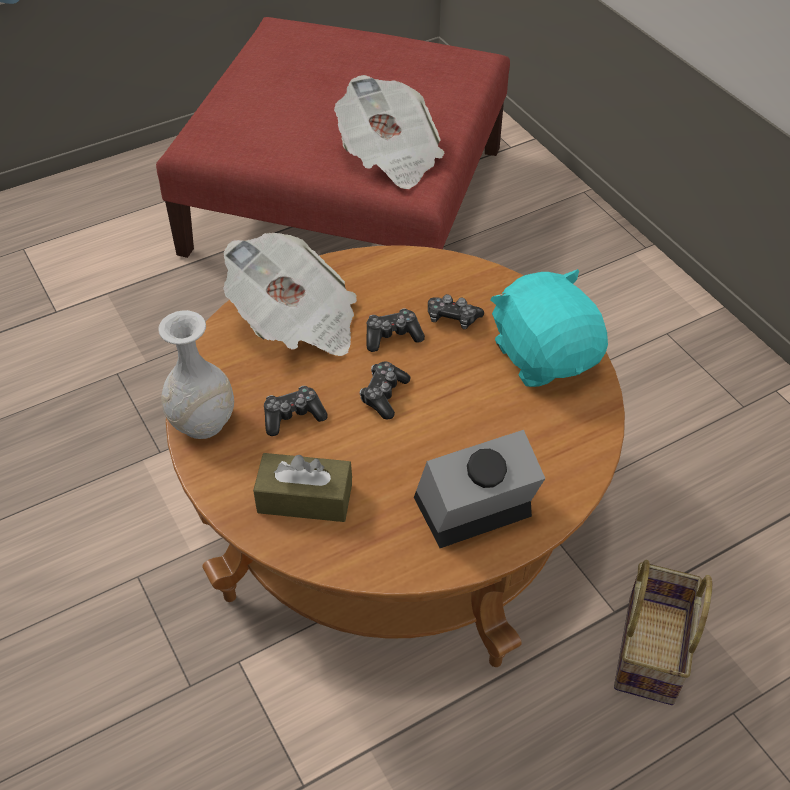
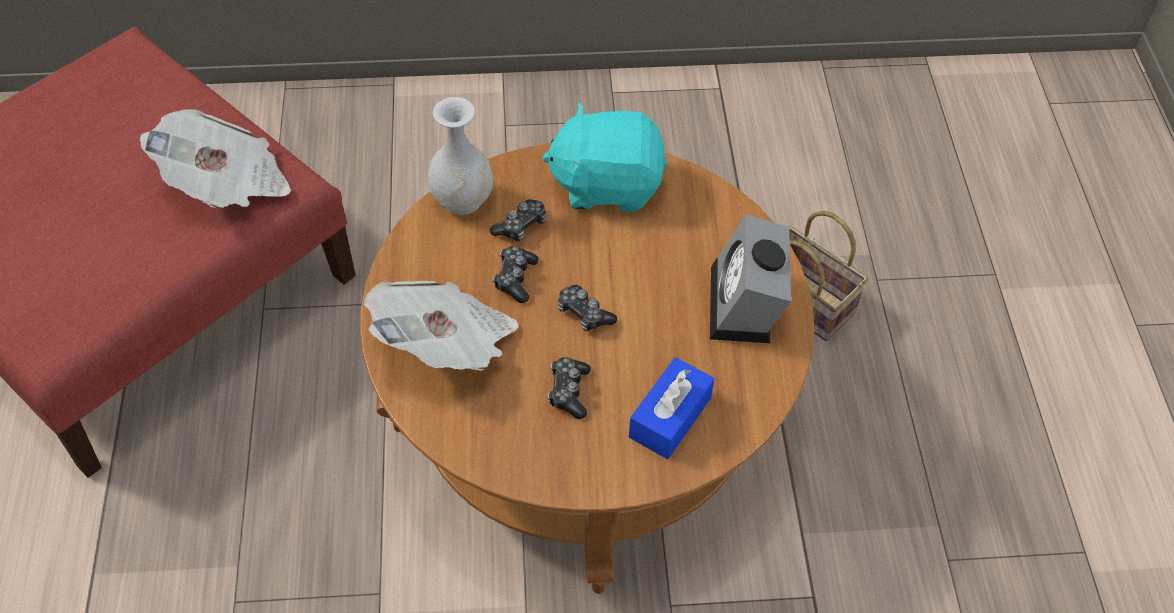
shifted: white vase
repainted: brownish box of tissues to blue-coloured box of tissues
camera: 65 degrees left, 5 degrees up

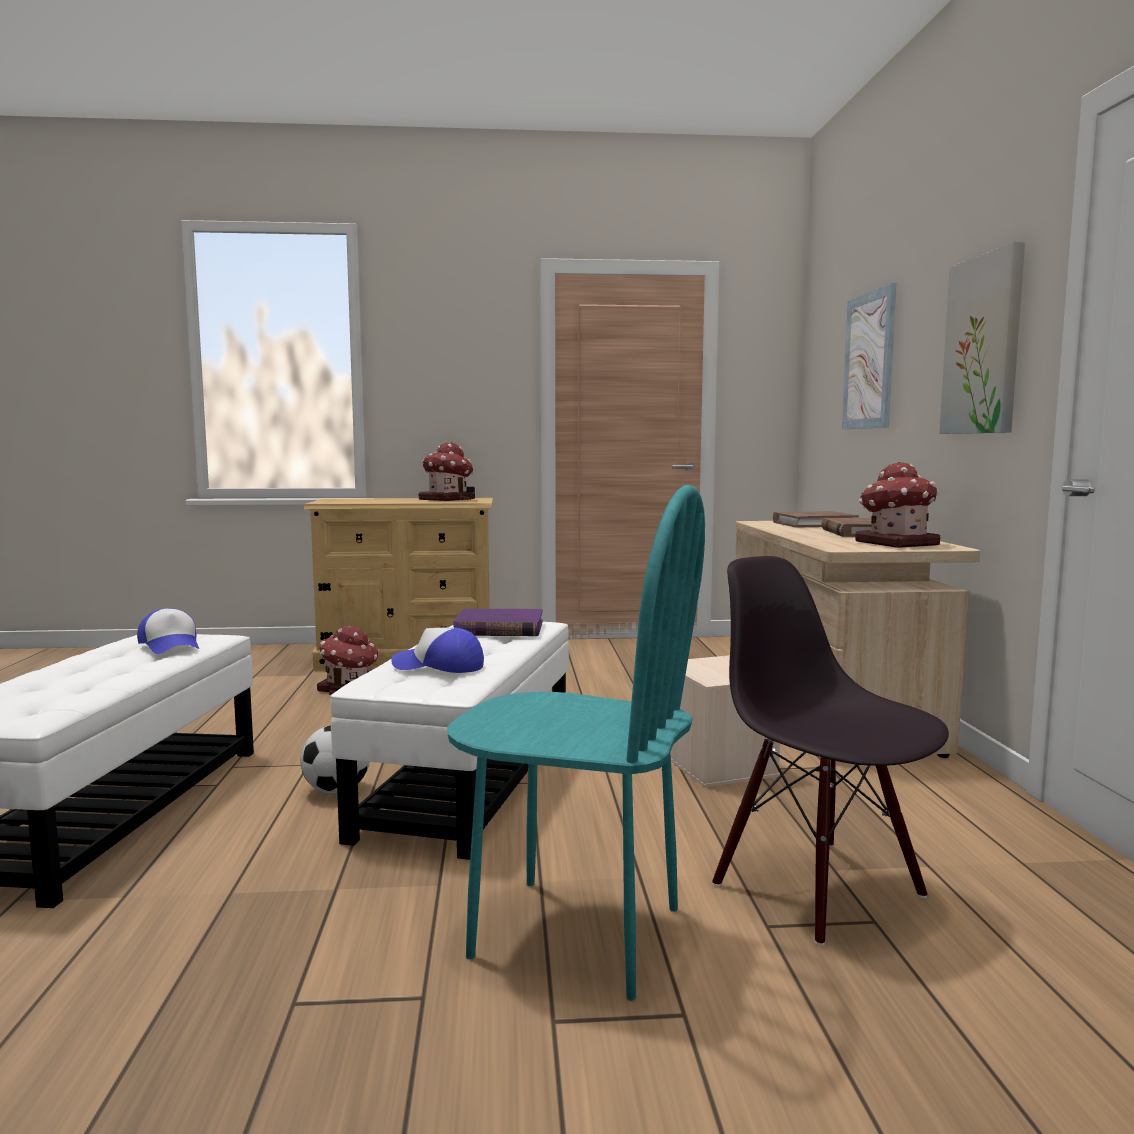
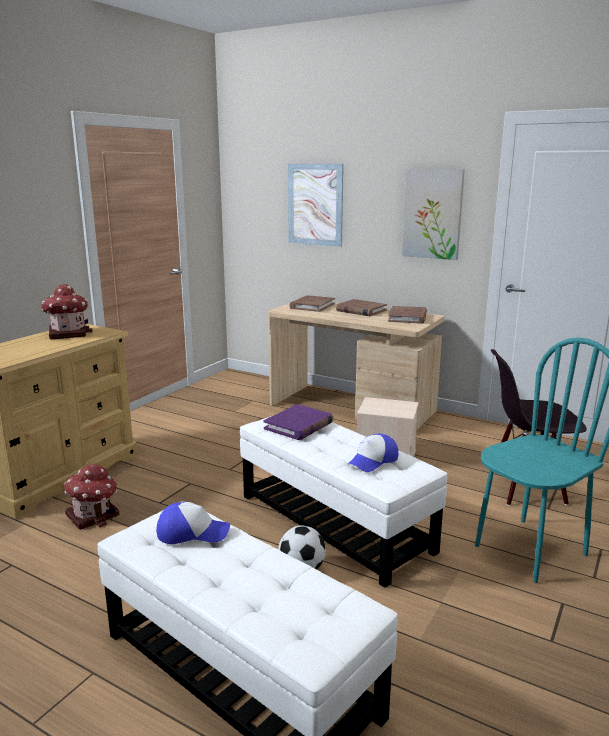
swapped: toy house (no. 3 from left) to brownish bound book (no. 3 from left)
camera: 55 degrees left, 10 degrees up

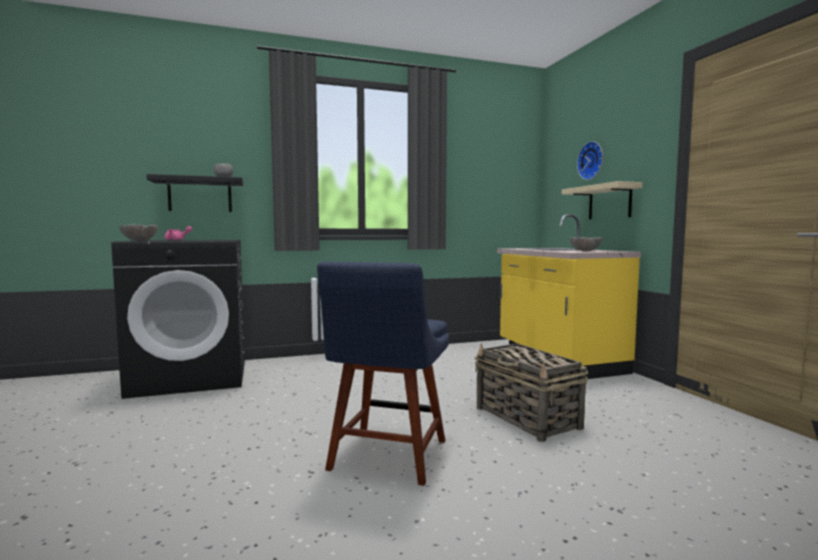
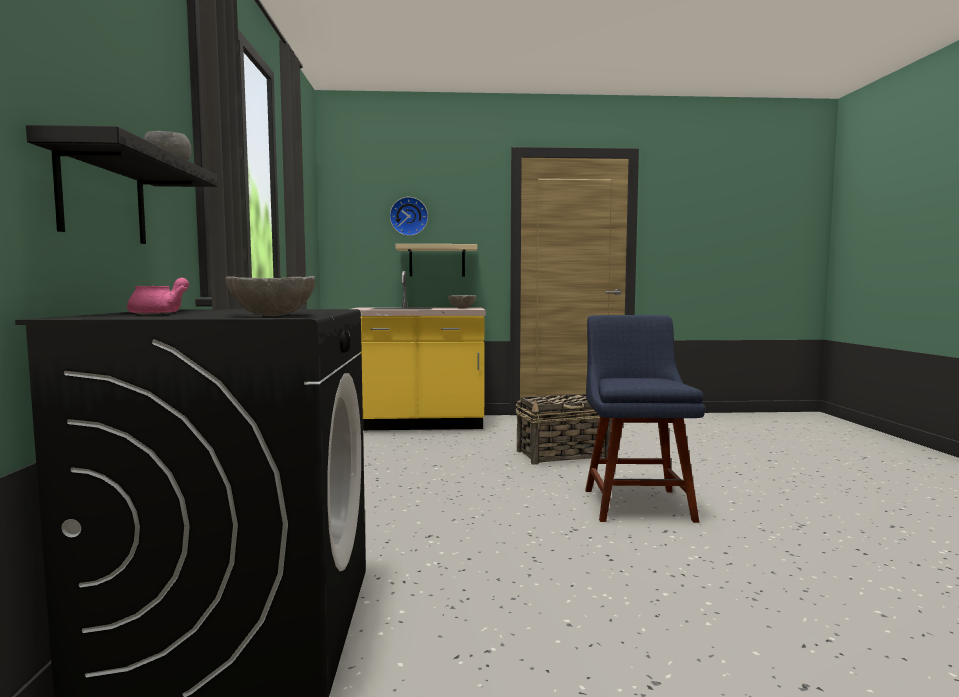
rotated: blue-coloured chair 120 degrees counterclockwise
camera: 75 degrees left, 0 degrees up

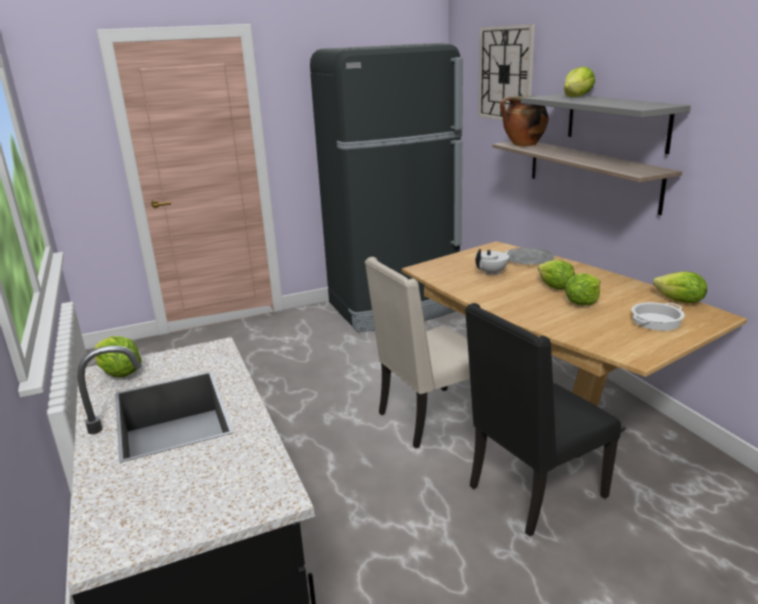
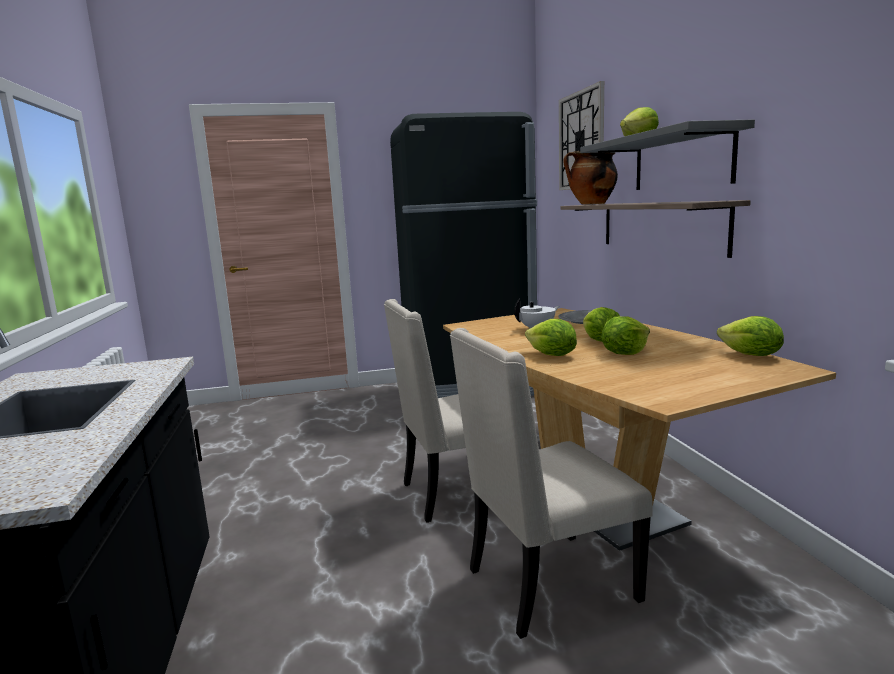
gone: saucepot (no. 2 from left)
shifted: head of lettuce (no. 1 from left)
repainted: blackish chair to beige chair (no. 2 from left)
camera: 10 degrees right, 10 degrees down

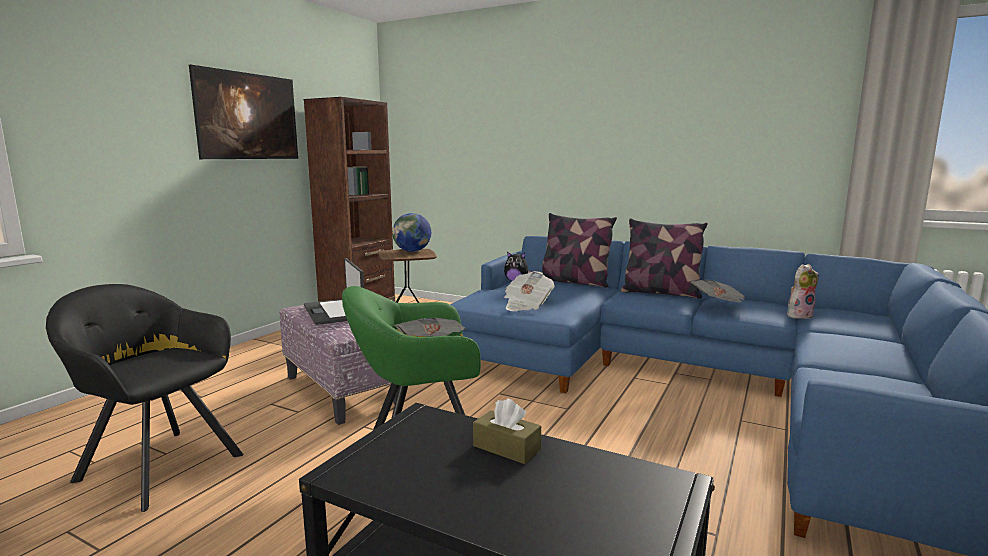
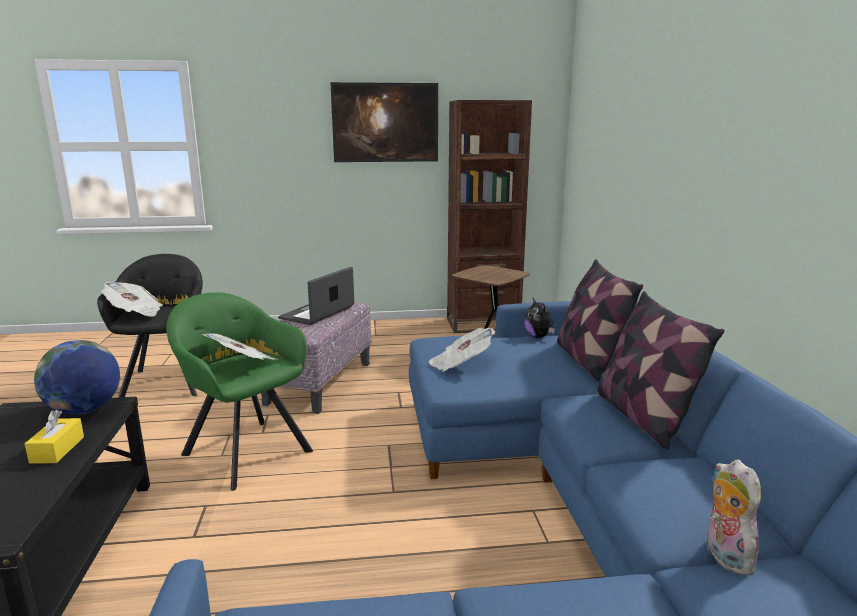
shifted: world globe; daily paper (no. 3 from left in the first image) to daily paper (no. 1 from left)
repainted: brownish box of tissues to yellow-coloured box of tissues
rotated: cuddly toy (no. 2 from left) 135 degrees counterclockwise
camera: 55 degrees right, 5 degrees up

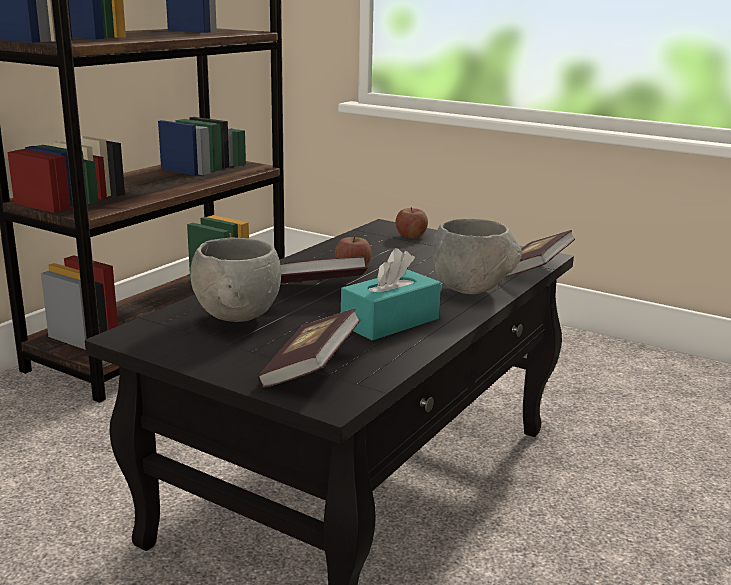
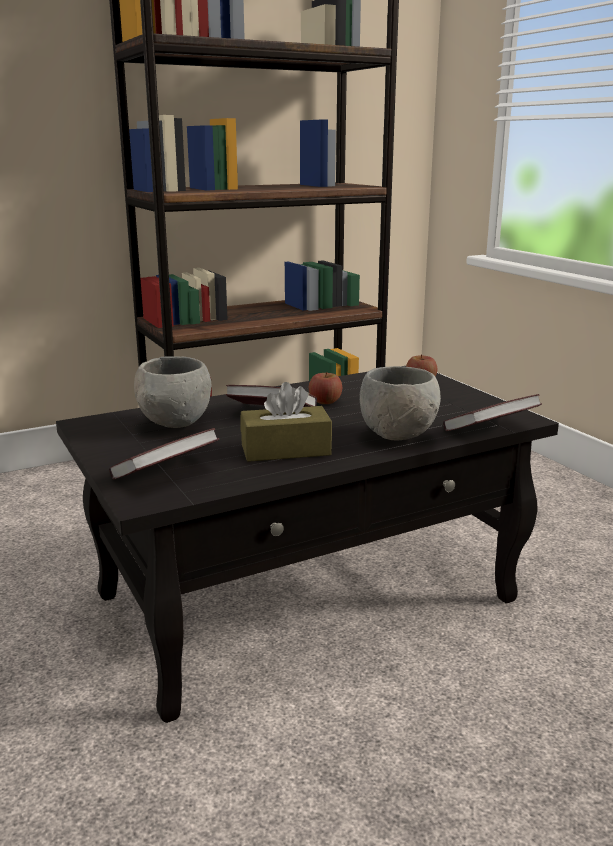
repainted: blue-green box of tissues to brownish box of tissues
camera: 30 degrees right, 0 degrees up

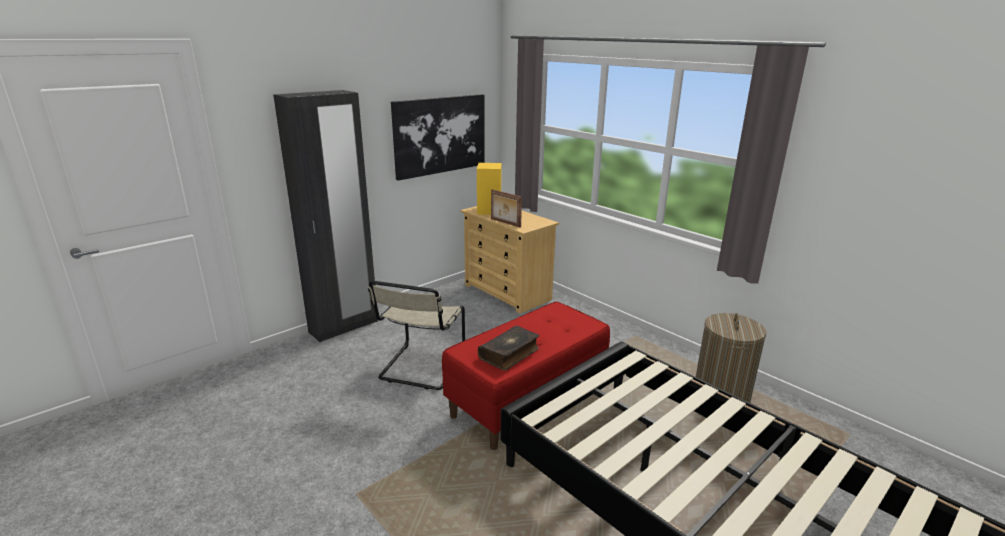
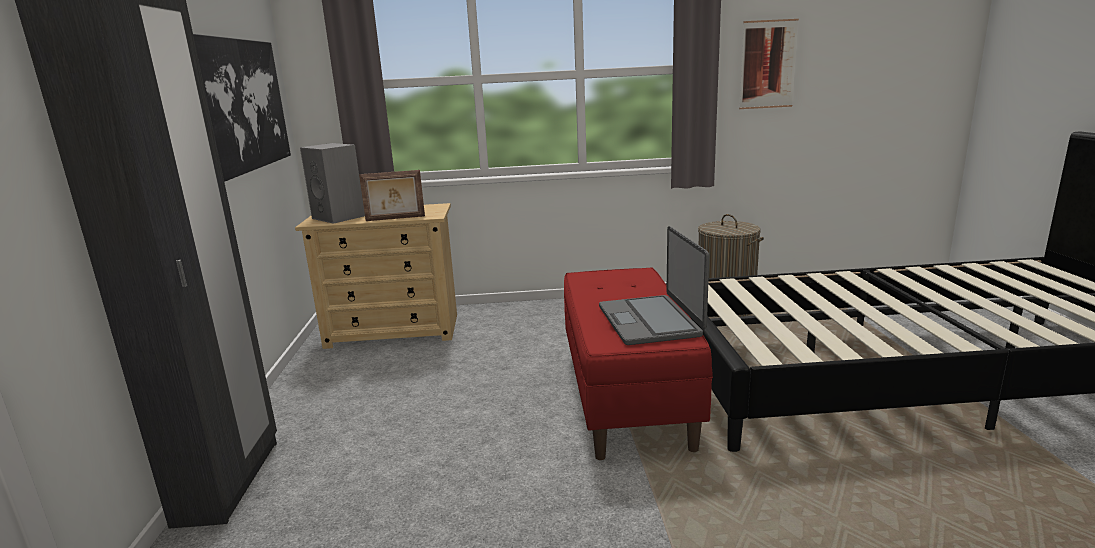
gone: beige chair
new: picture (no. 2 from left)
swapped: bound book to laptop
repainted: yellow-coloured audio speaker to greyish audio speaker
camera: 50 degrees left, 5 degrees down

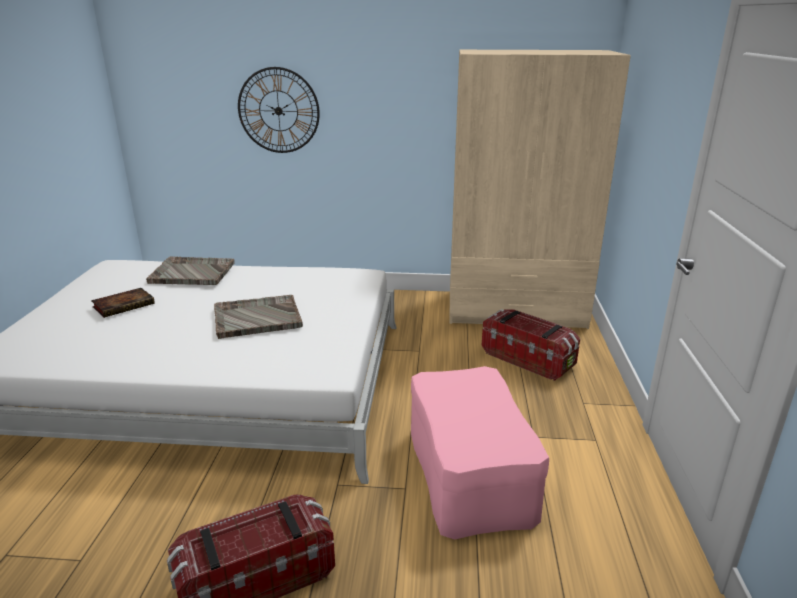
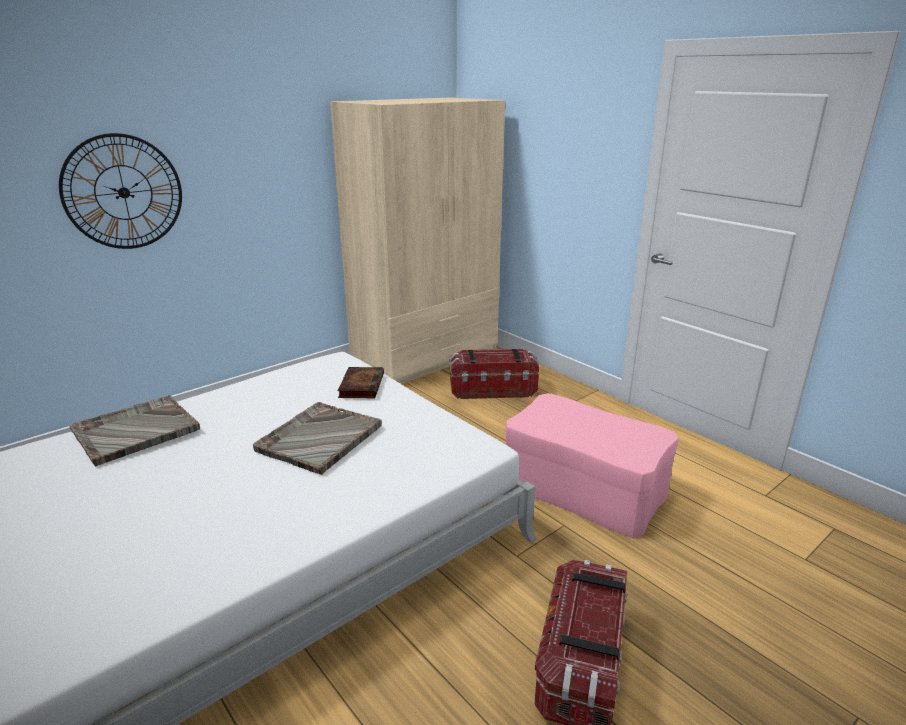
shifted: bound book
camera: 45 degrees left, 0 degrees up

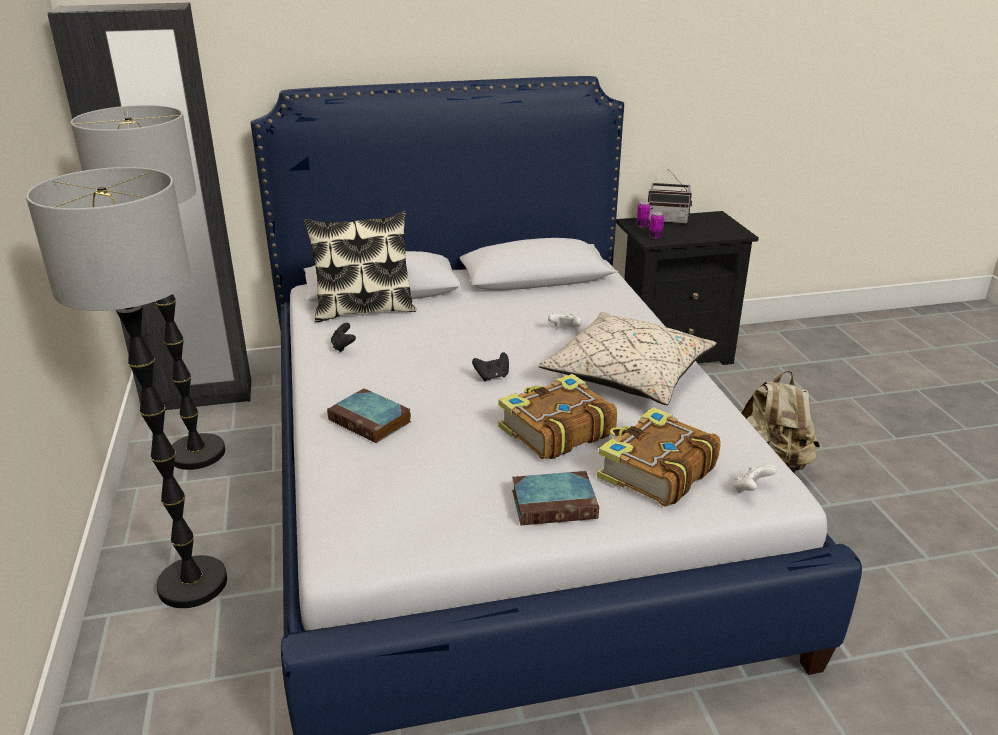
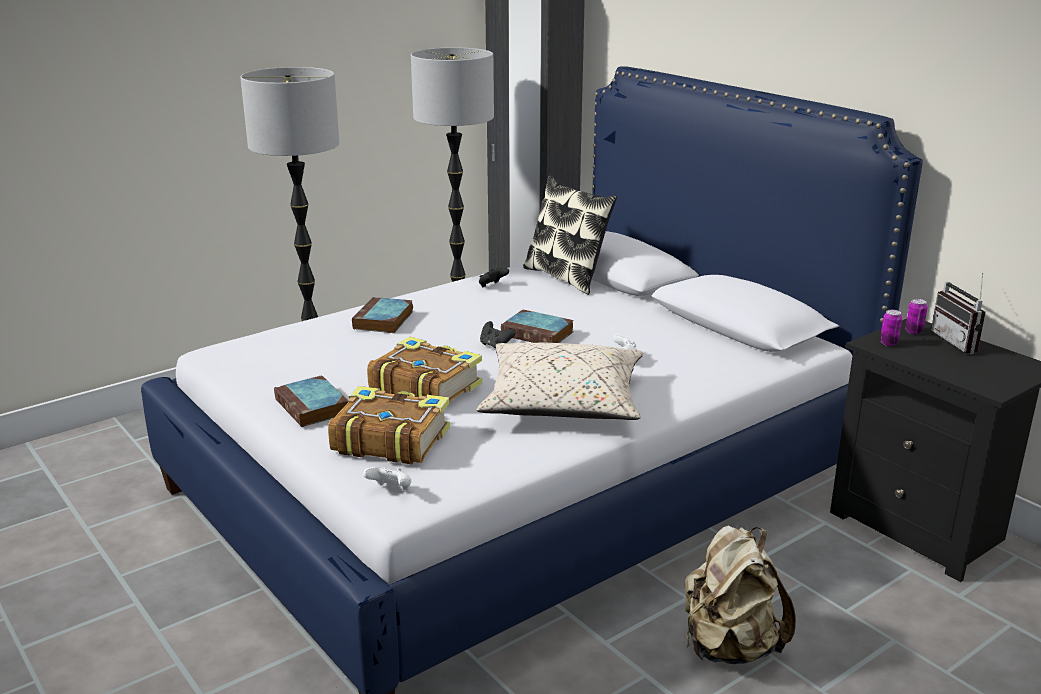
new: bound book (no. 5 from left)
camera: 65 degrees right, 5 degrees down

